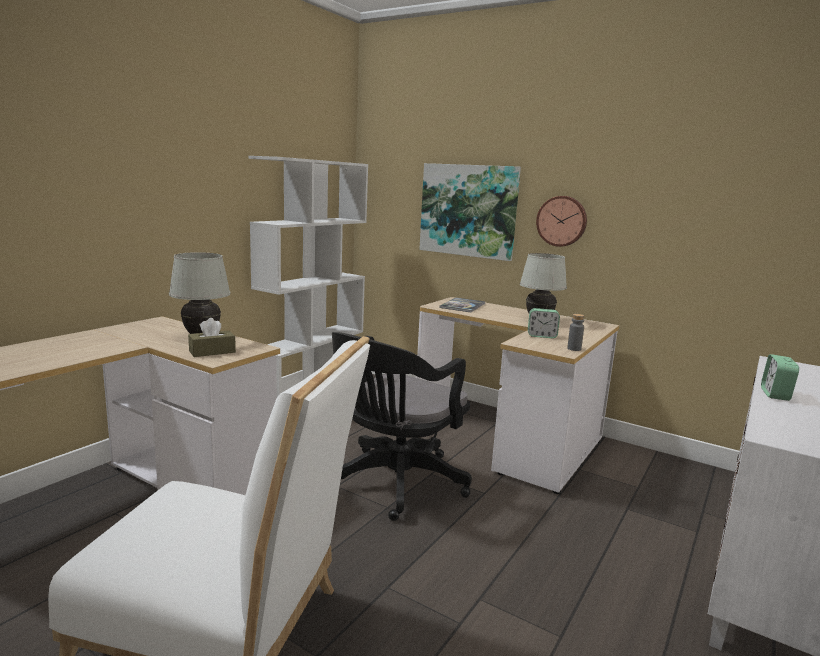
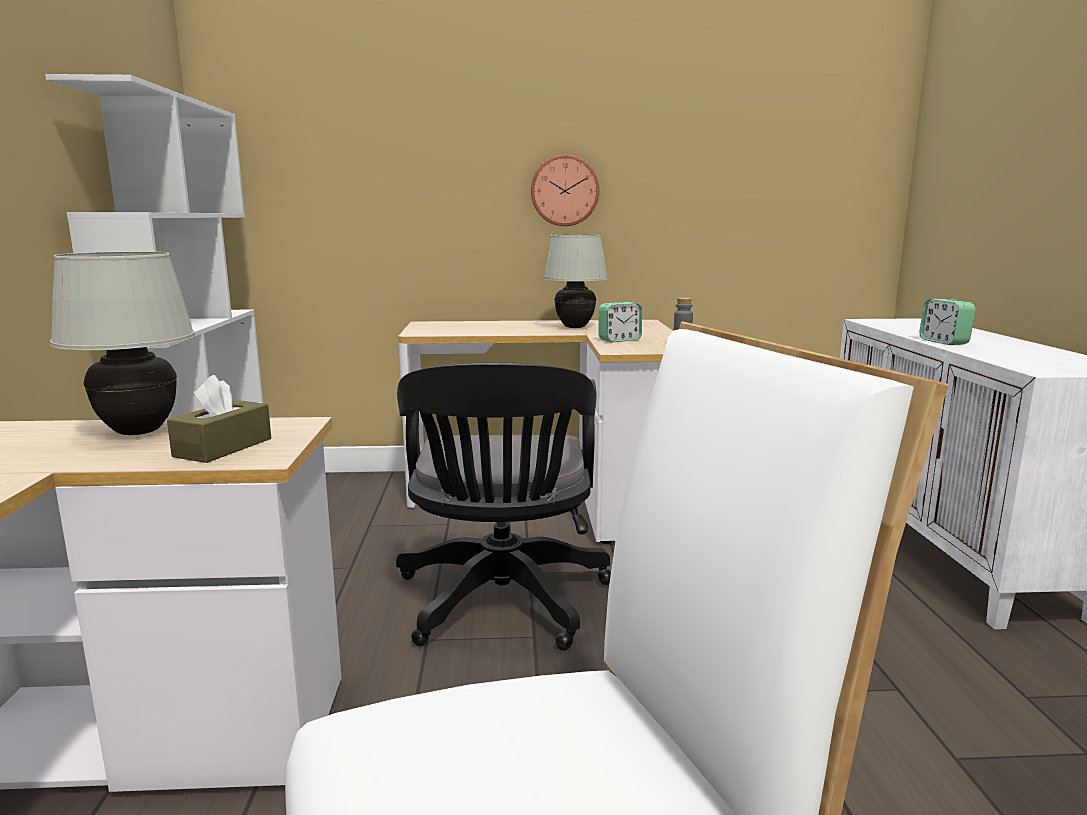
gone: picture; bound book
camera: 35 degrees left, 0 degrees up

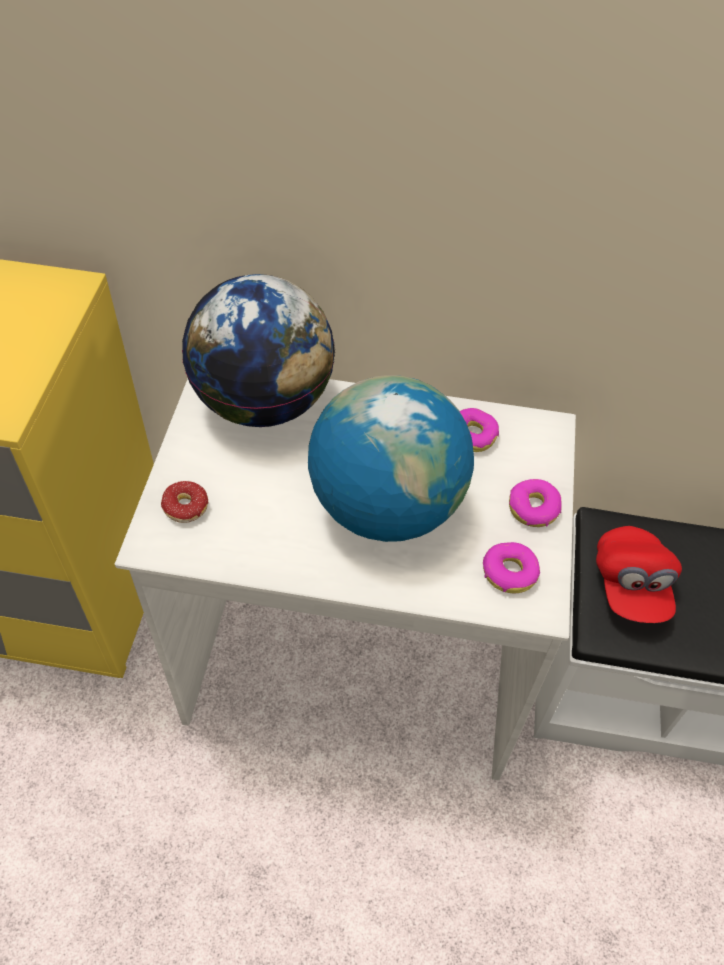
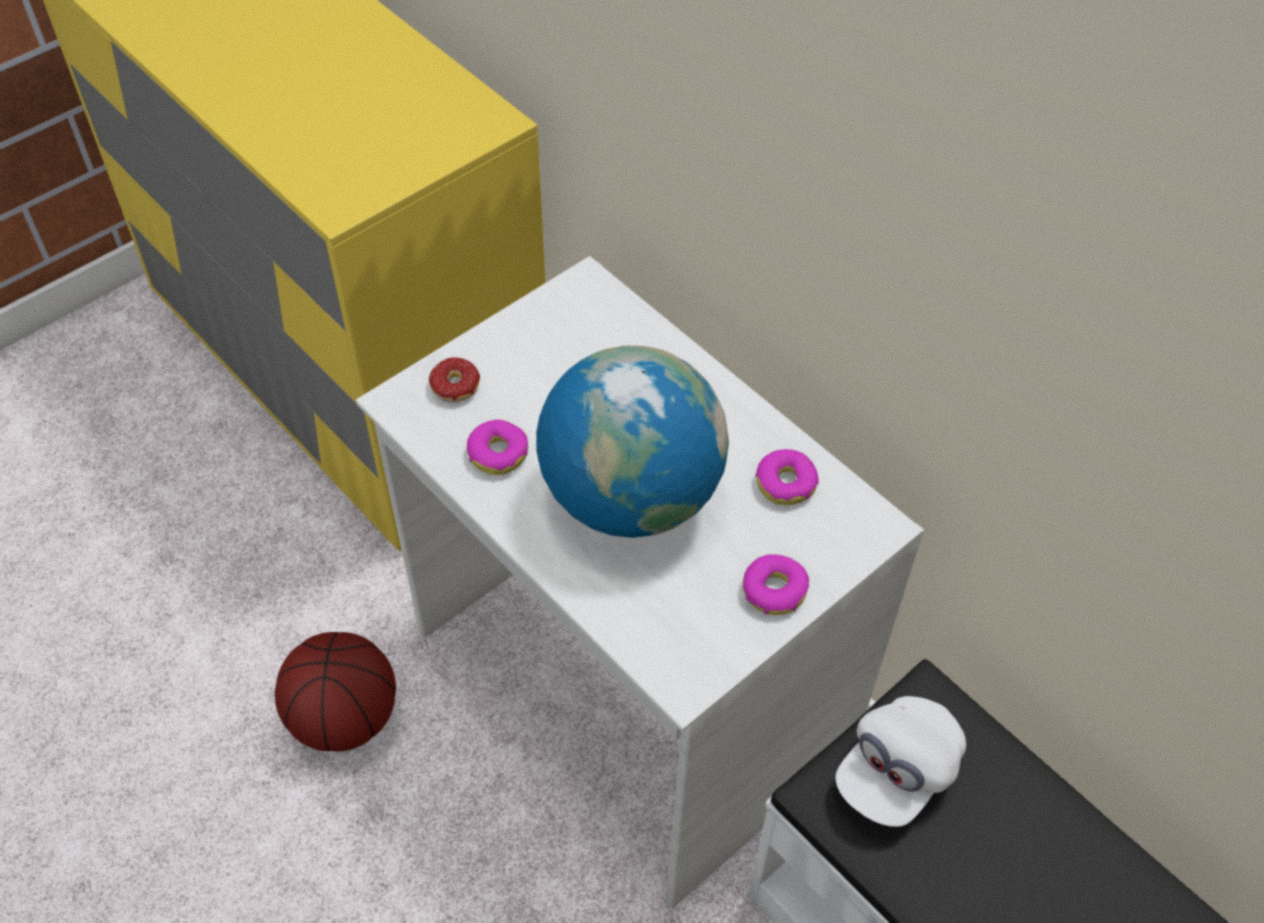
gone: world globe (no. 1 from left)
new: basketball
shifted: donut (no. 3 from left in the first image) to donut (no. 2 from left)
repainted: red cap to white cap
camera: 40 degrees right, 0 degrees up

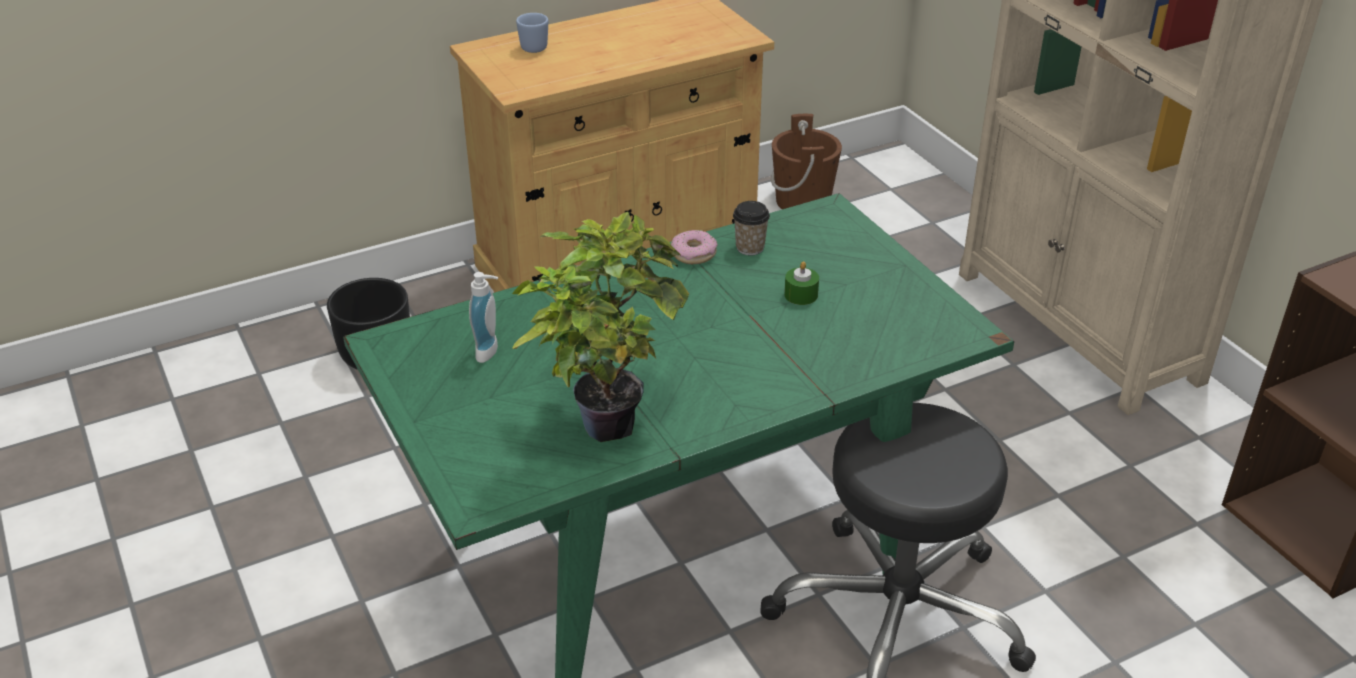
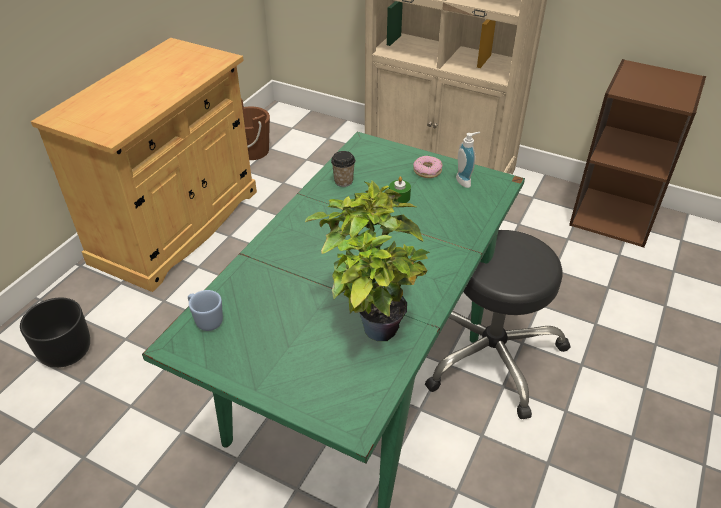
shifted: soap dispenser; blue-coloured tea mug; donut
camera: 35 degrees left, 5 degrees up

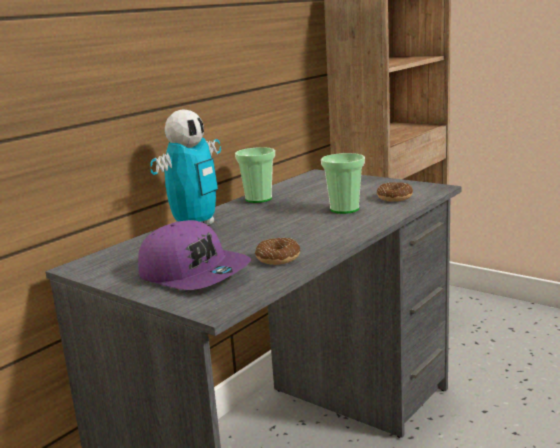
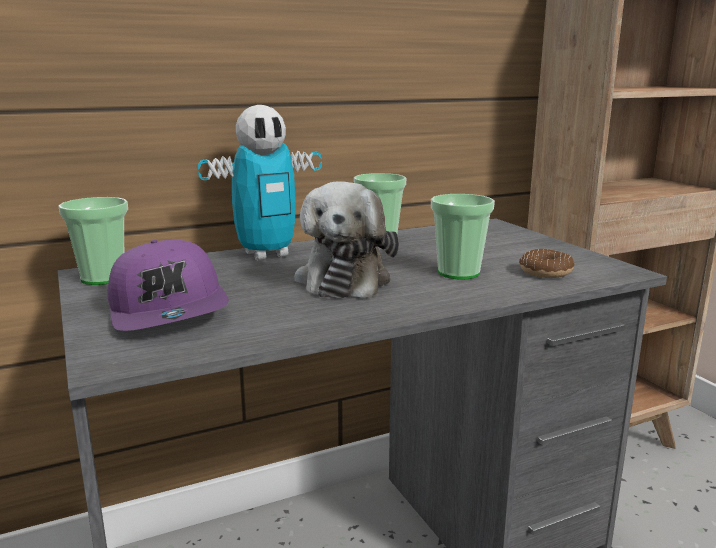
gone: donut (no. 1 from left)
new: cup (no. 1 from left); cuddly toy
camera: 25 degrees right, 0 degrees up

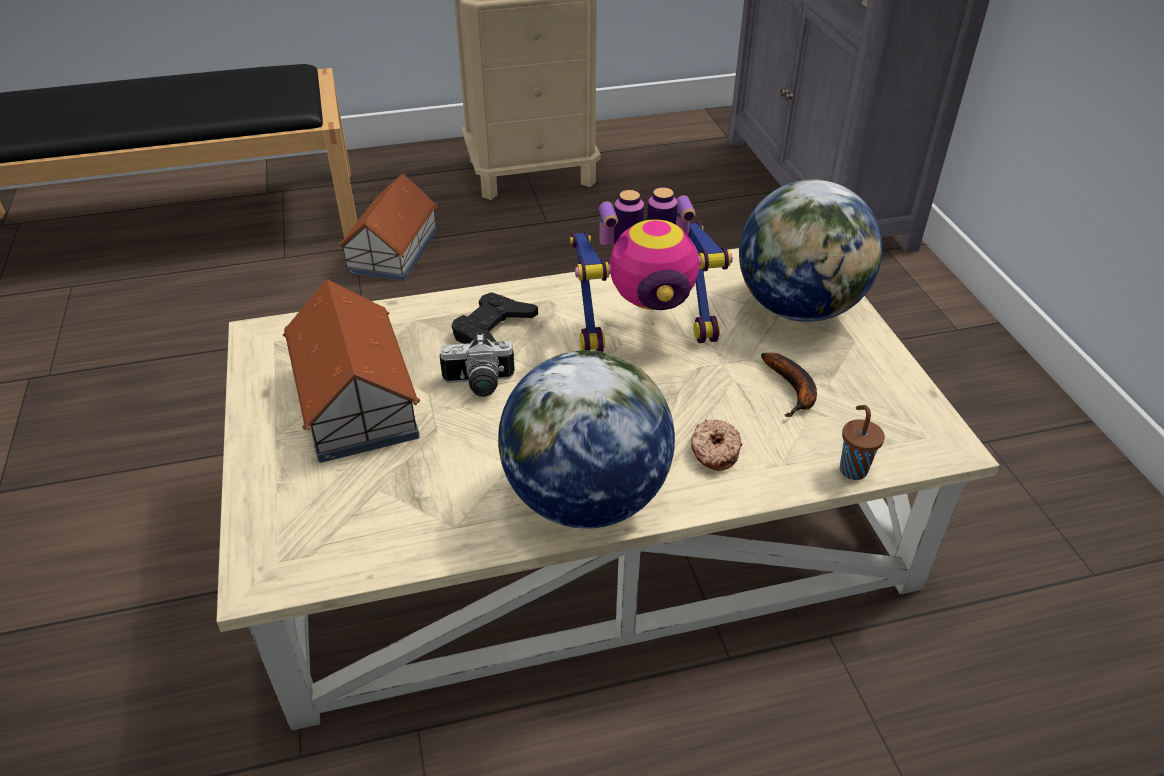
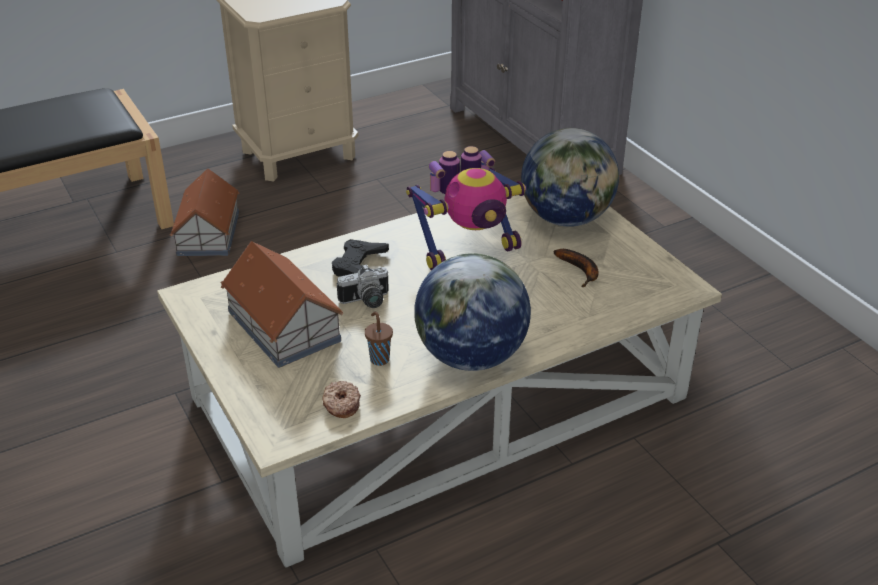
shifted: donut; brownish cup
camera: 15 degrees left, 5 degrees down

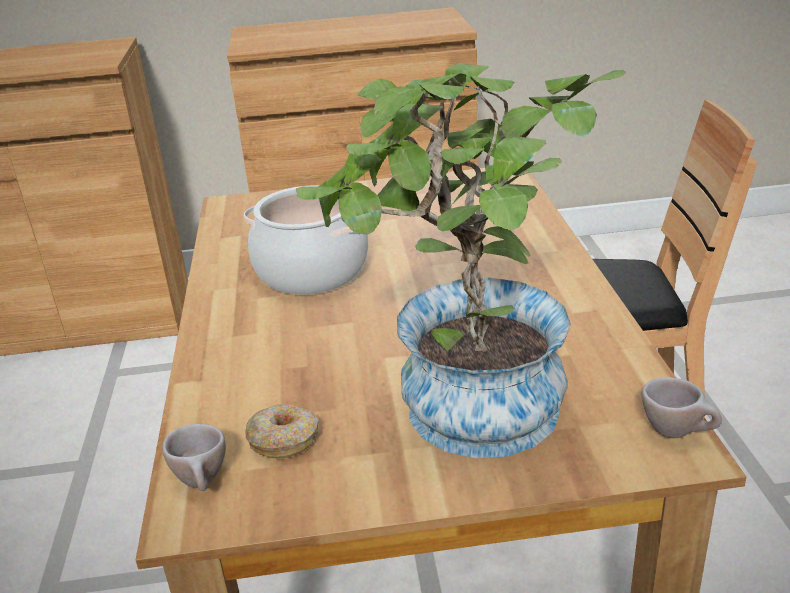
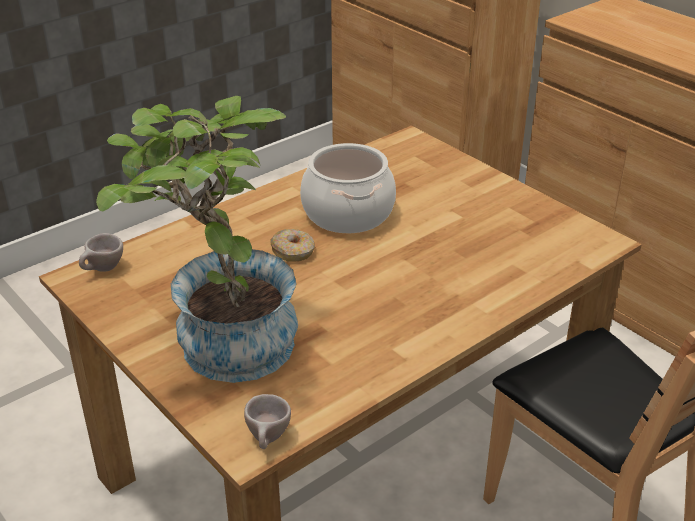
shifted: donut
camera: 55 degrees right, 5 degrees up

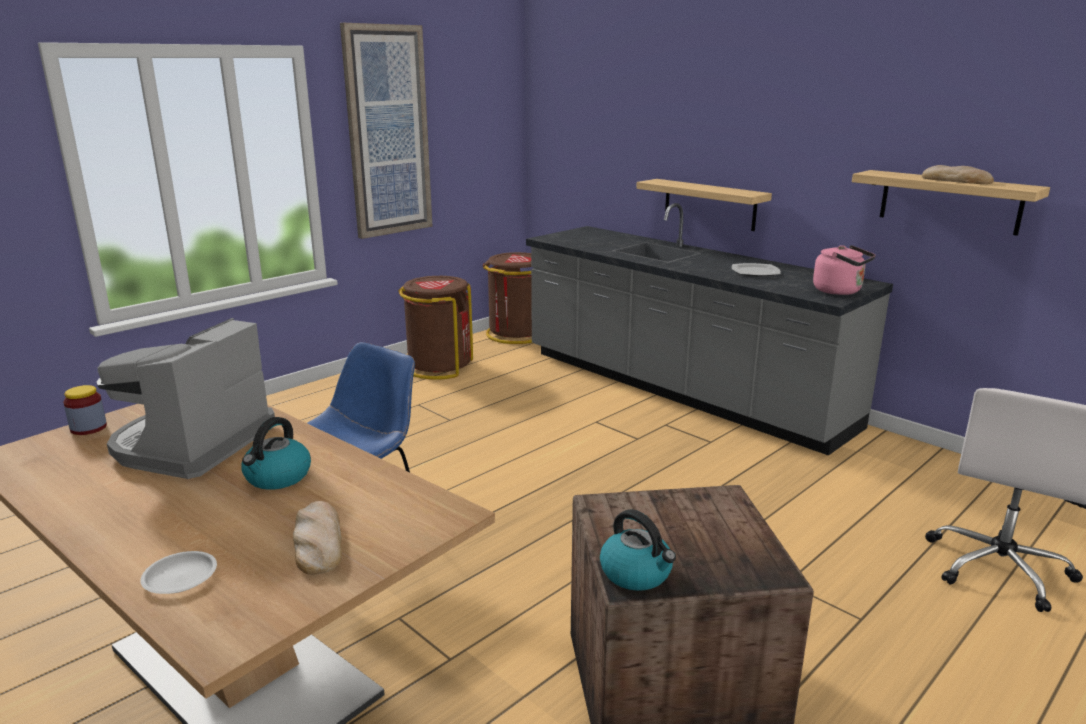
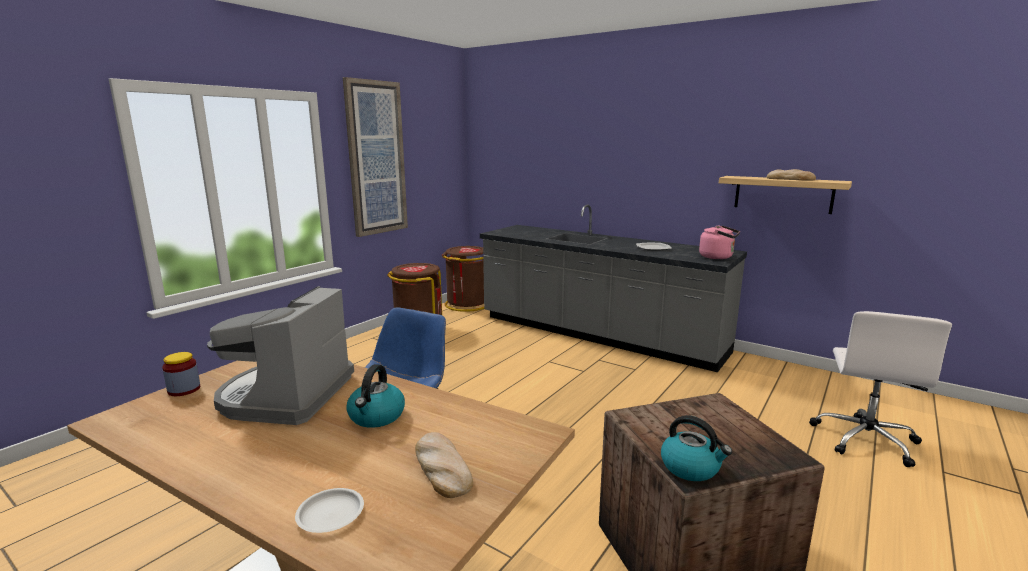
gone: bracket shelf (no. 1 from left)
camera: 10 degrees left, 5 degrees down

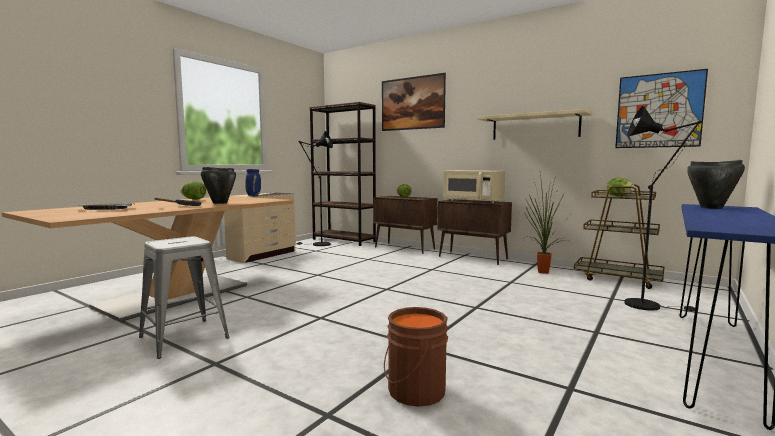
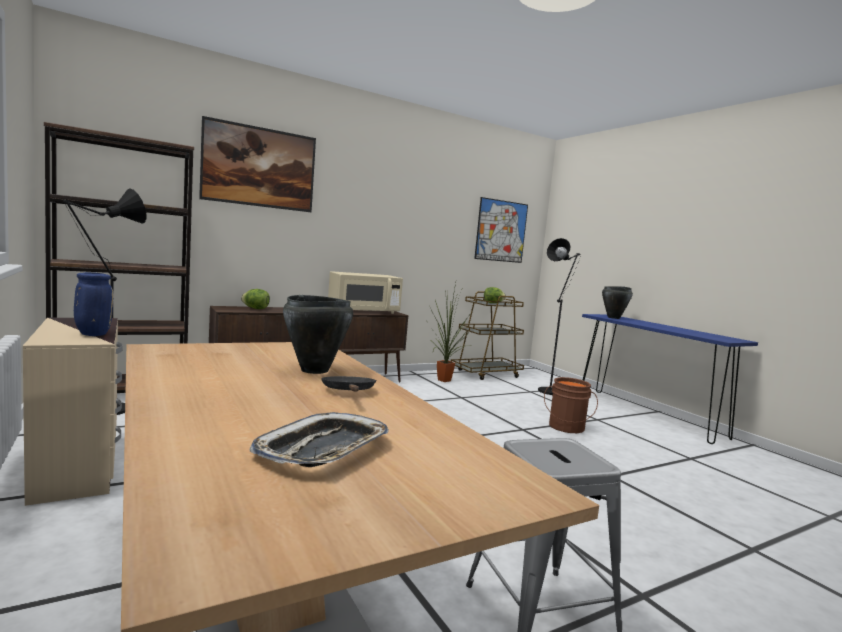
gone: head of lettuce (no. 1 from left); beige bracket shelf
shifted: brownish water bucket
camera: 65 degrees left, 0 degrees up

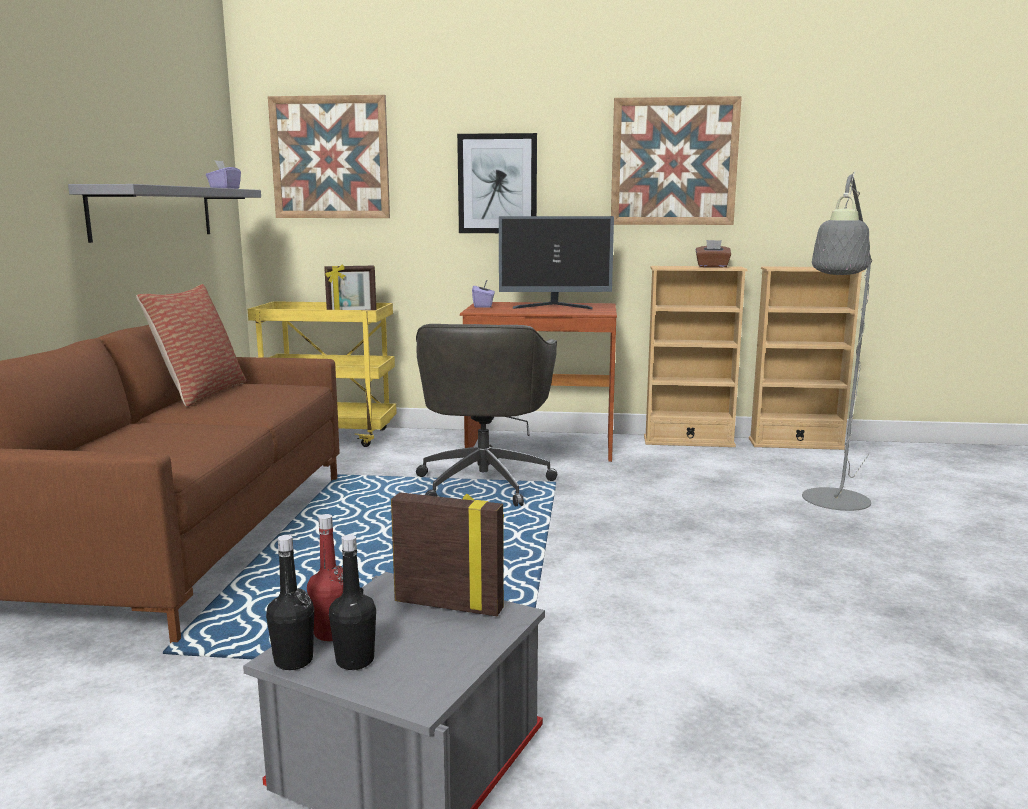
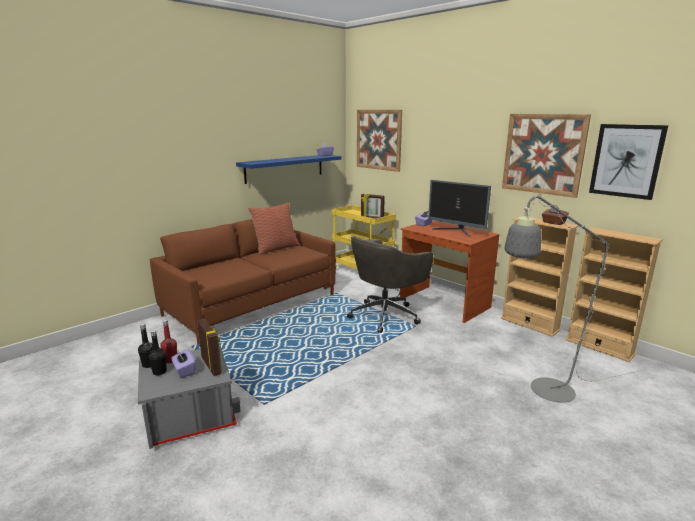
new: purple-coloured box of tissues (no. 1 from left)
shifted: picture (no. 2 from left in the first image) to picture (no. 3 from left)
repainted: greyish bracket shelf to blue-coloured bracket shelf
camera: 40 degrees right, 5 degrees up

